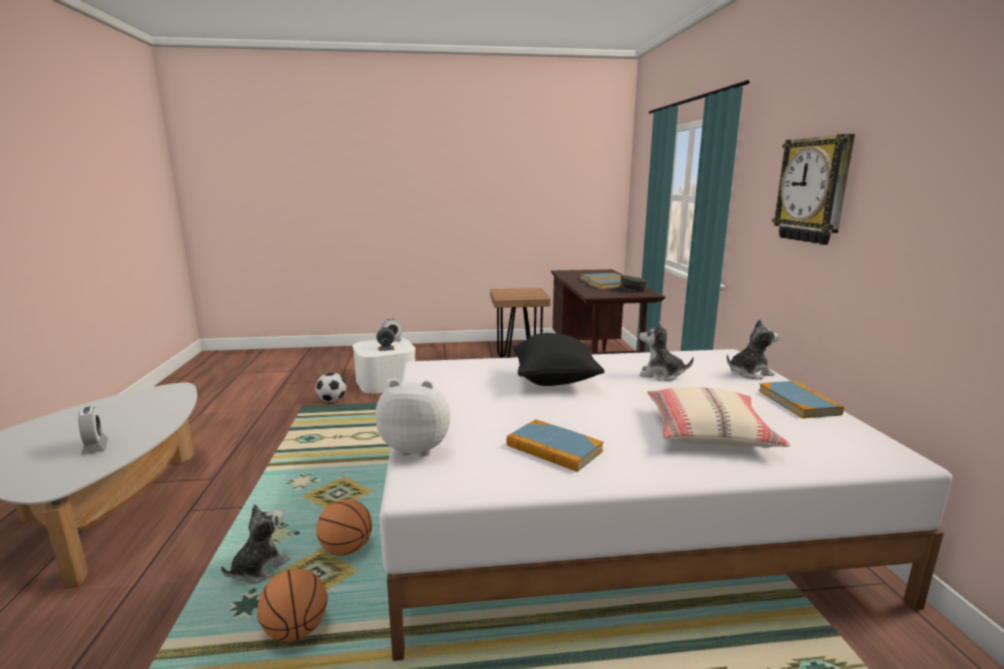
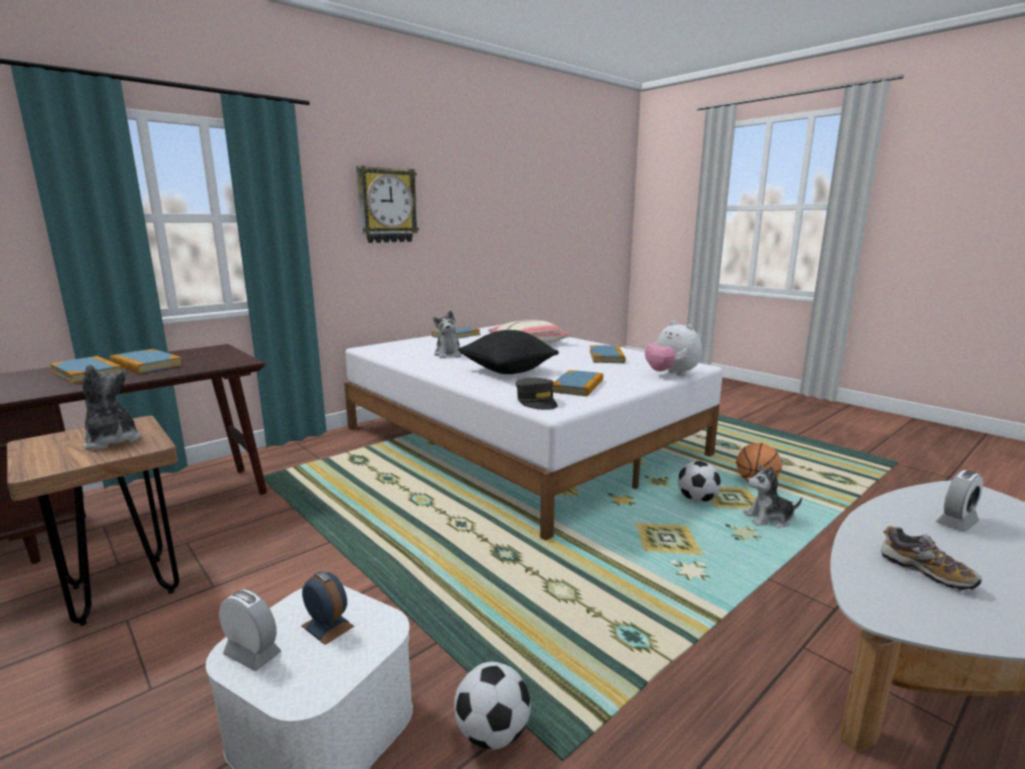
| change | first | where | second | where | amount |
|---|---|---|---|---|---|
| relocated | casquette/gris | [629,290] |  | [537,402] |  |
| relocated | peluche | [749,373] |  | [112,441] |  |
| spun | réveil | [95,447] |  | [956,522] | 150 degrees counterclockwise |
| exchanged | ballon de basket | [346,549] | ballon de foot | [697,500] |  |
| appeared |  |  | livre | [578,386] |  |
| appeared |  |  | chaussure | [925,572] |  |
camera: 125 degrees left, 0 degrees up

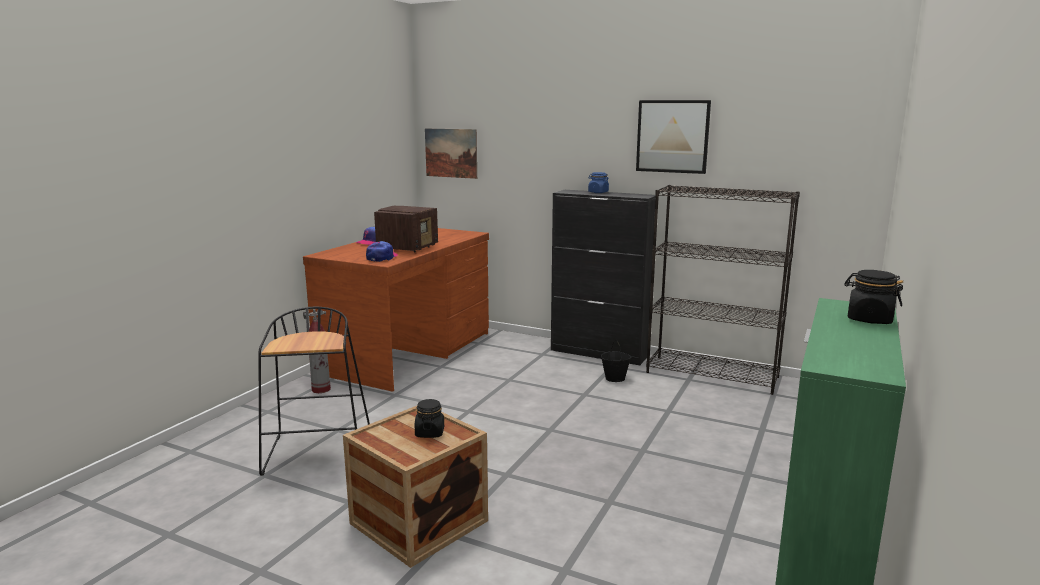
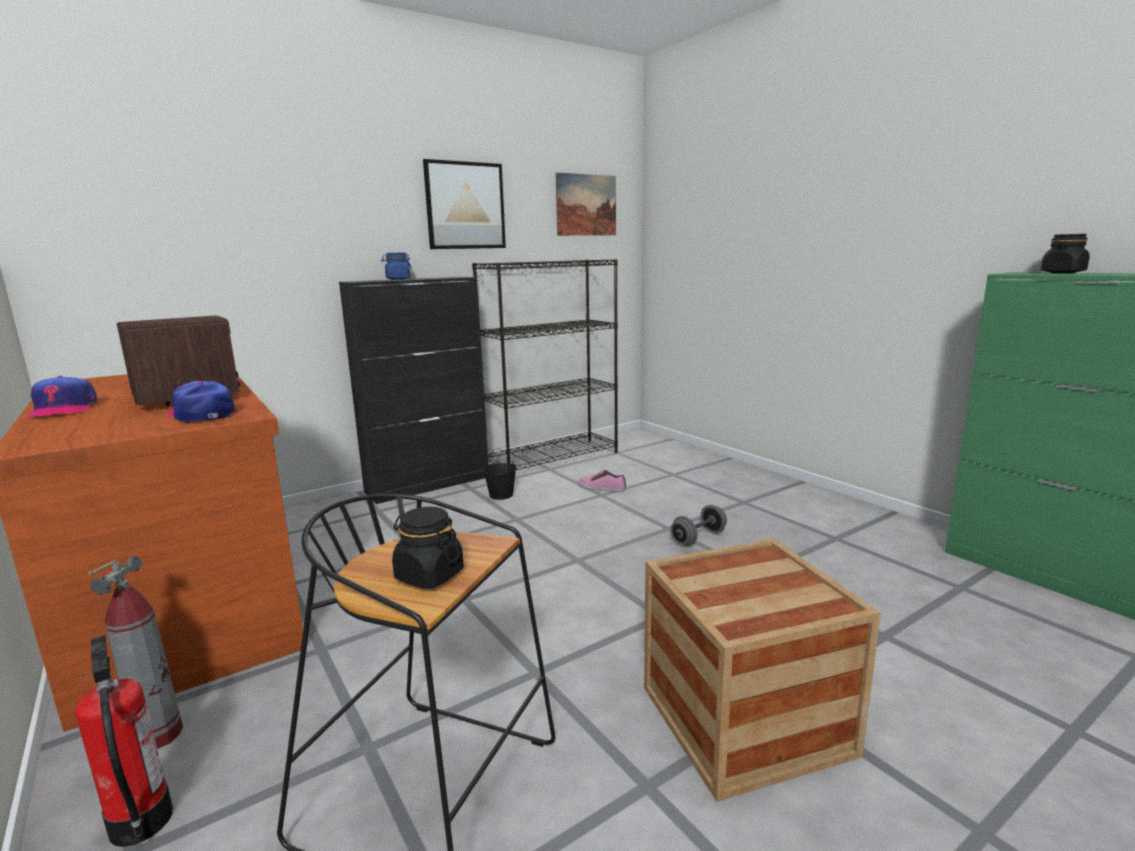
| change | first | where | second | where | amount |
|---|---|---|---|---|---|
| relocated | tableau | [451,153] |  | [586,205] |  |
| relocated | bocal/noir | [429,433] |  | [429,575] |  |
| appeared |  |  | chaussure | [601,487] |  |
| appeared |  |  | haltère/gris | [698,538] |  |
| appeared |  |  | extincteur | [140,822] |  |
camera: 60 degrees left, 0 degrees up

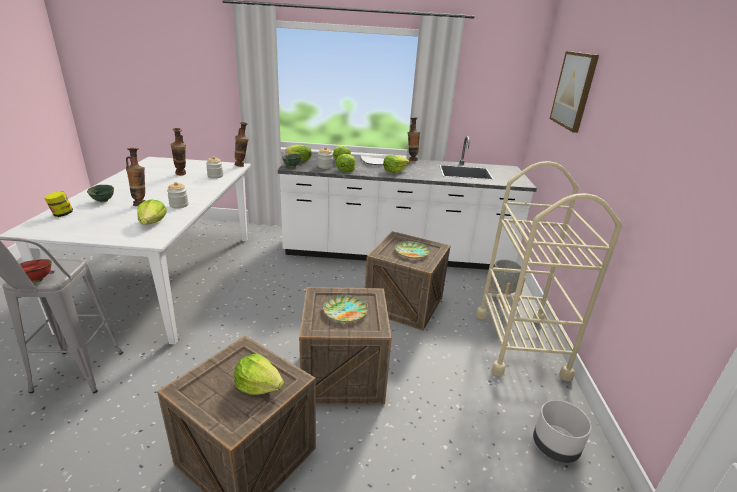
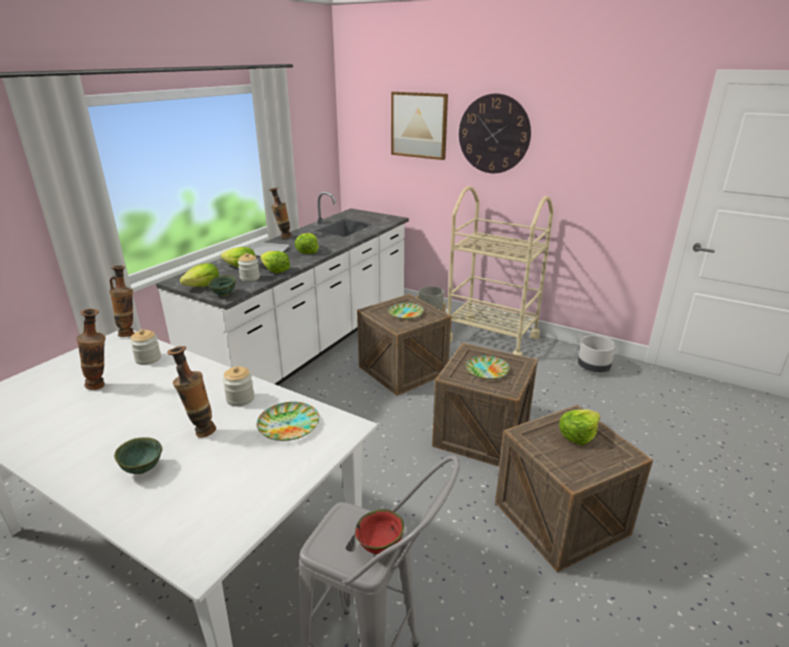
| change | first | where | second | where | amount |
|---|---|---|---|---|---|
| missing | bocal | [62,214] |  |  |  |
| exchanged | laitue | [152,223] | assiette | [288,424] |  |
| appeared |  |  | horloge murale | [494,134] |  |
camera: 60 degrees left, 0 degrees up

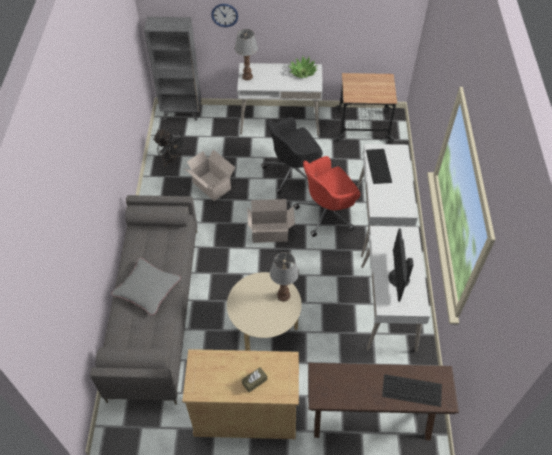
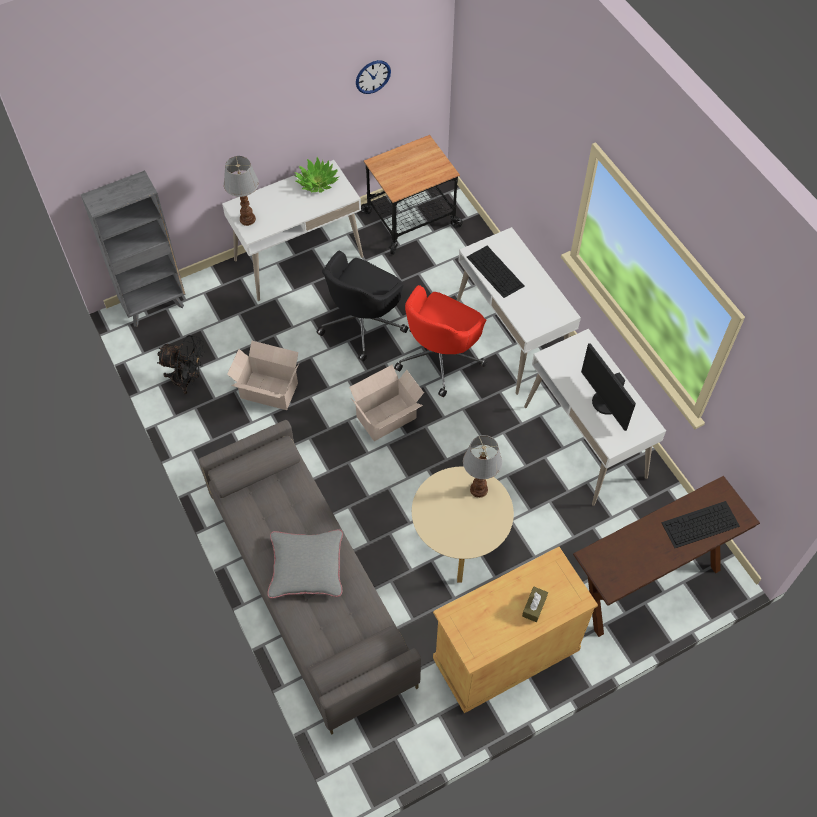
| change | first | where | second | where | amount |
|---|---|---|---|---|---|
| relocated | horloge murale | [224,15] |  | [373,76] |  |
camera: 30 degrees left, 5 degrees up

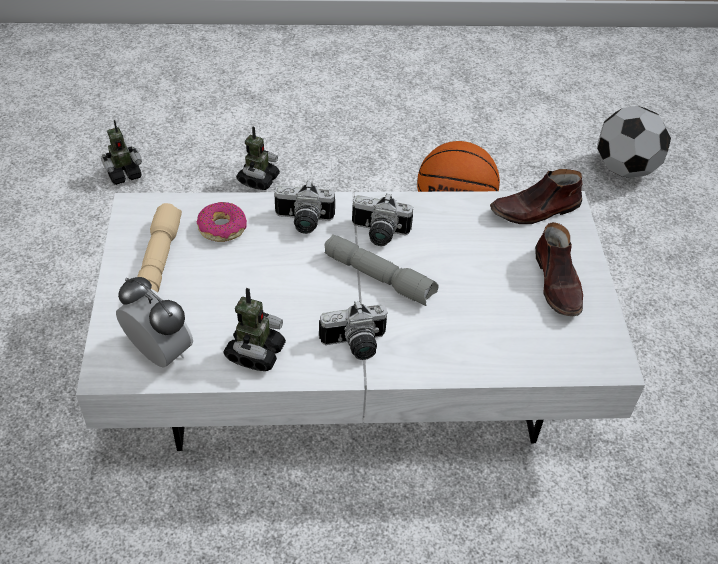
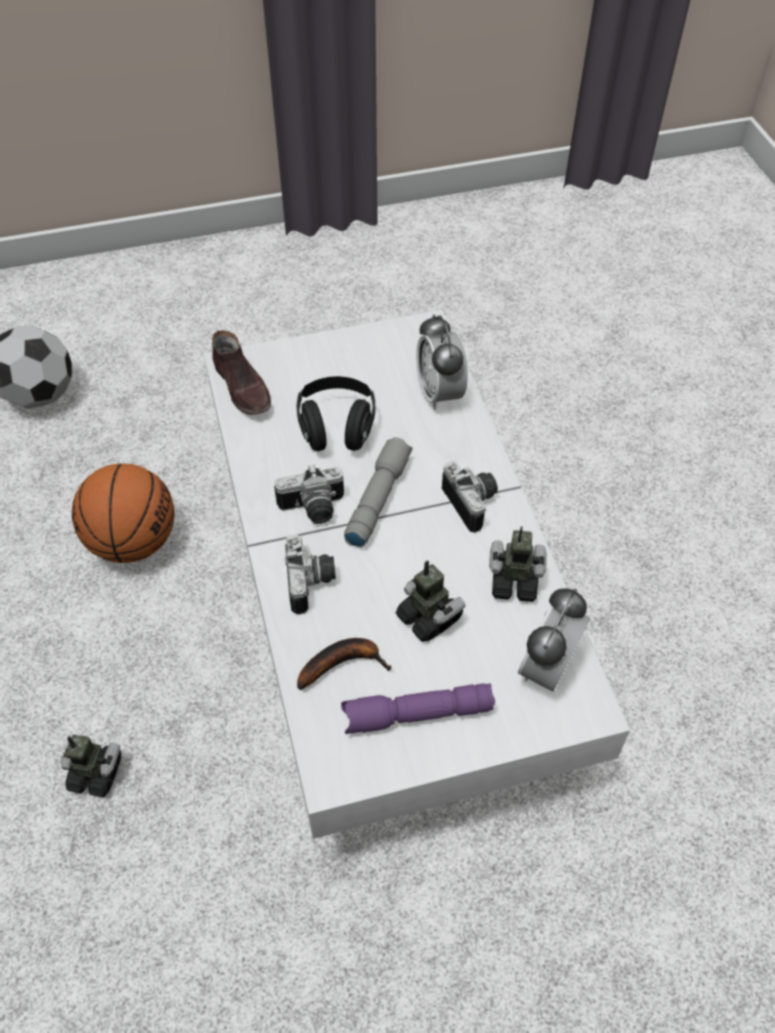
| change | first | where | second | where | amount |
|---|---|---|---|---|---|
| relocated | robot jouet | [123,174] |  | [429,617] |  |
| spun | appareil photo | [378,234] |  | [313,510] | 75 degrees clockwise |
| exchanged | beignet | [222,228] | banane | [343,663] |  |
| colour | lampe de poche/beige | [158,260] | lampe de poche/violet | [416,716] |  |
| missing | chaussure/marron | [557,283] |  |  |  |
| appeared |  |  | réveil | [439,393] |  |
| appeared |  |  | casque audio/noir | [337,428] |  |
camera: 100 degrees left, 5 degrees up

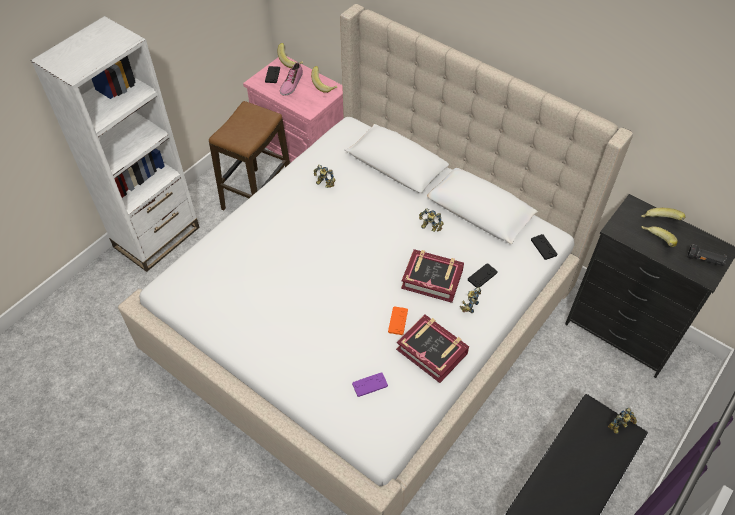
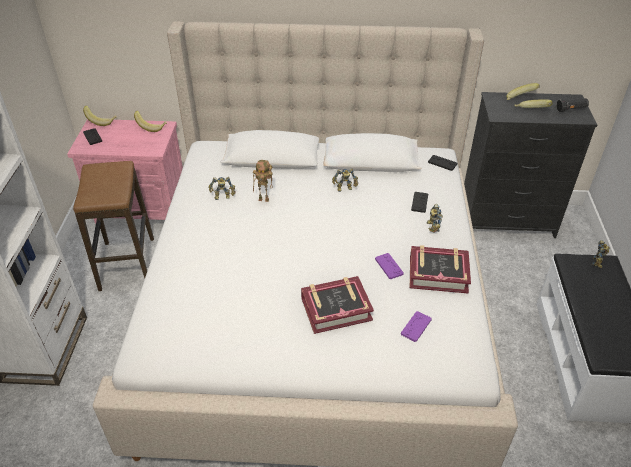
| change | first | where | second | where | amount |
|---|---|---|---|---|---|
| missing | chaussure | [291,83] |  |  |  |
| relocated | livre | [432,279] |  | [336,309] |  |
| colour | manette/orange | [398,321] | manette/violet | [389,266] |  |
| appeared |  |  | robot jouet | [264,199] |  |
camera: 35 degrees left, 10 degrees down

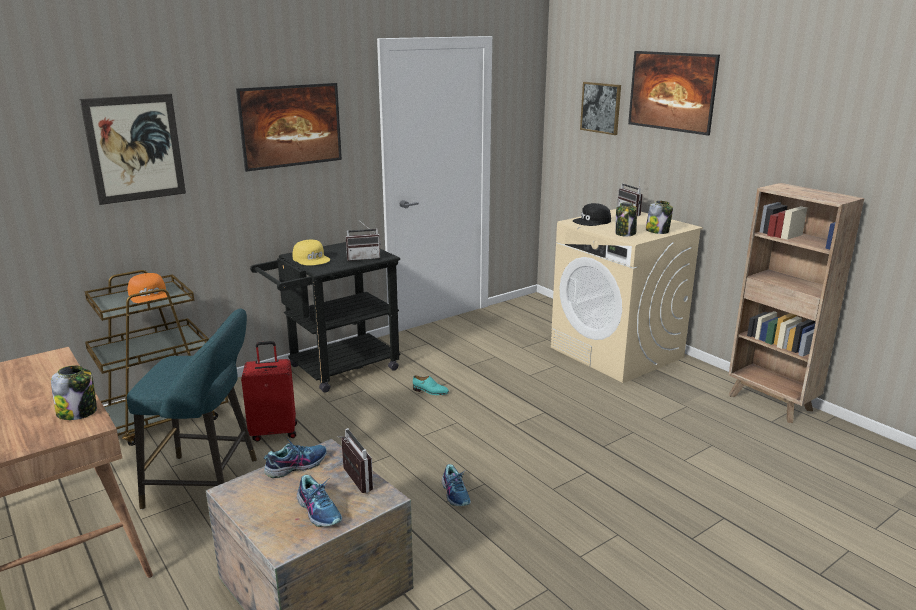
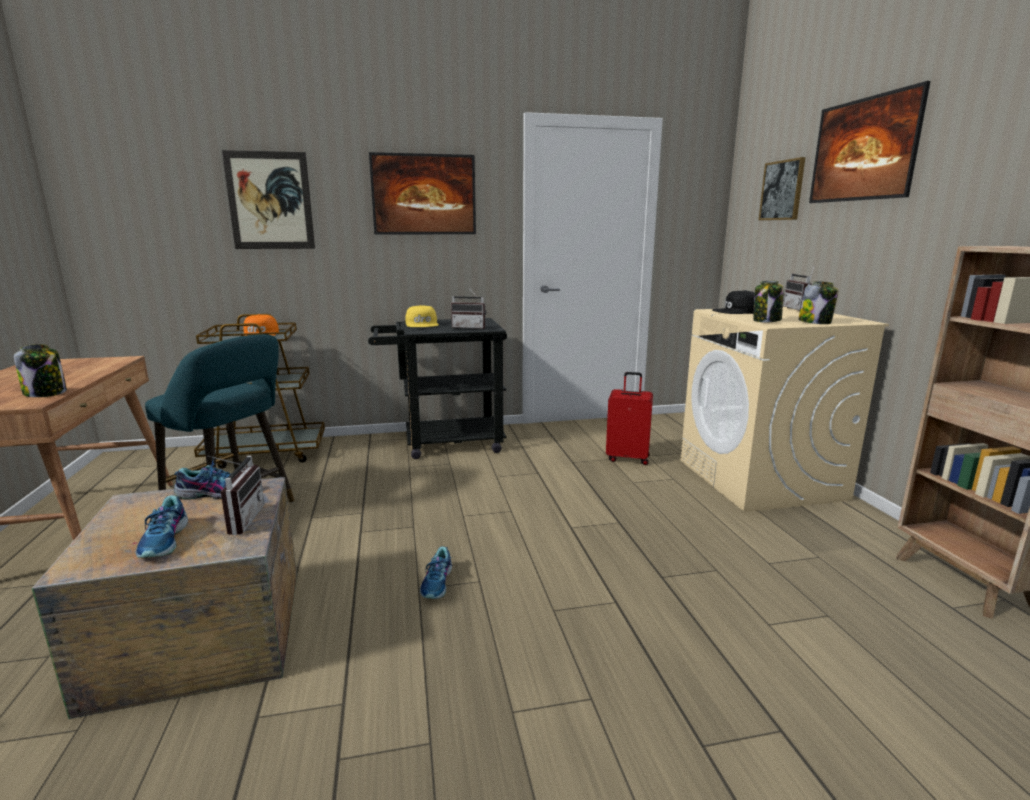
| change | first | where | second | where | amount |
|---|---|---|---|---|---|
| relocated | valise/rouge | [274,432] |  | [628,458] |  |
| missing | chaussure/turquoise | [430,391] |  |  |  |
camera: 25 degrees right, 5 degrees down

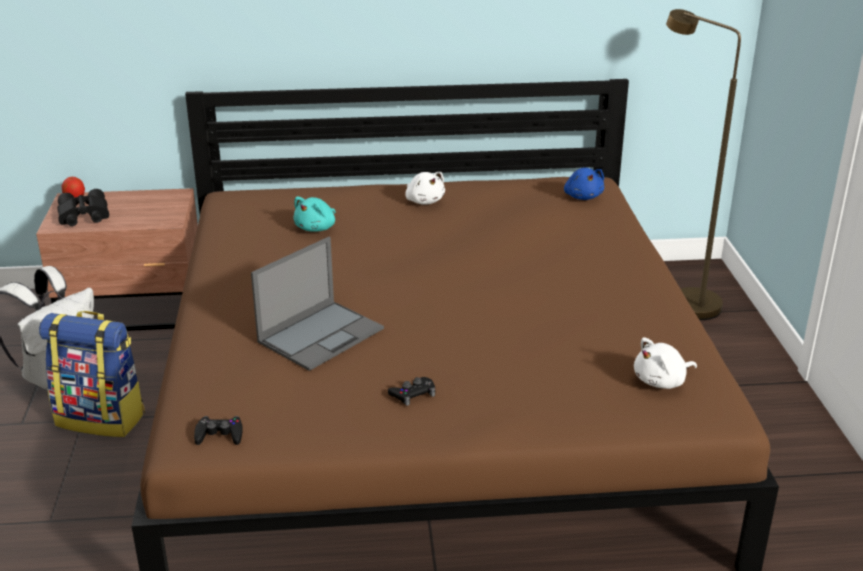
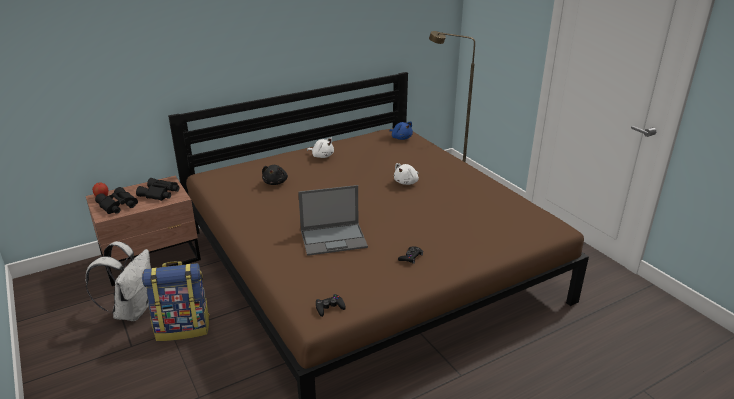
| change | first | where | second | where | amount |
|---|---|---|---|---|---|
| colour | peluche/turquoise | [316,228] | peluche/noir | [275,182] |  |
| spun | ordinateur portable | [321,334] |  | [334,239] | 60 degrees clockwise |
| relocated | peluche/blanc | [662,381] |  | [406,182] |  |
| appeared |  |  | jumelles/noir | [159,194] |  |
camera: 25 degrees left, 0 degrees up

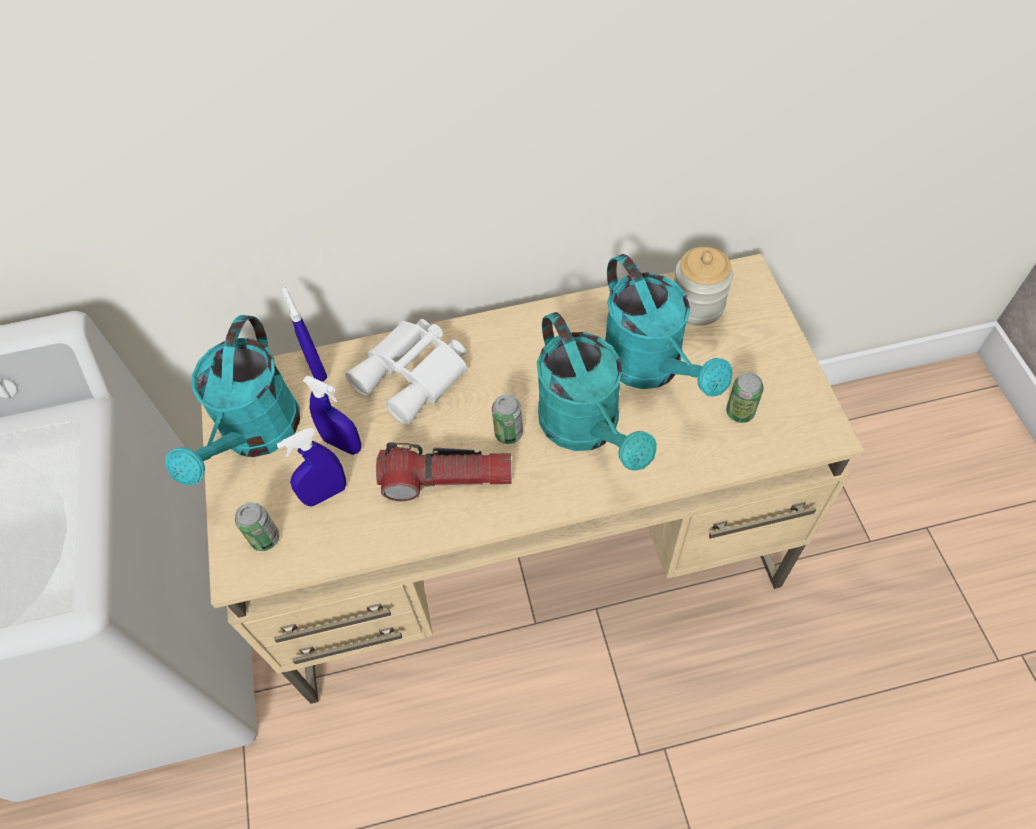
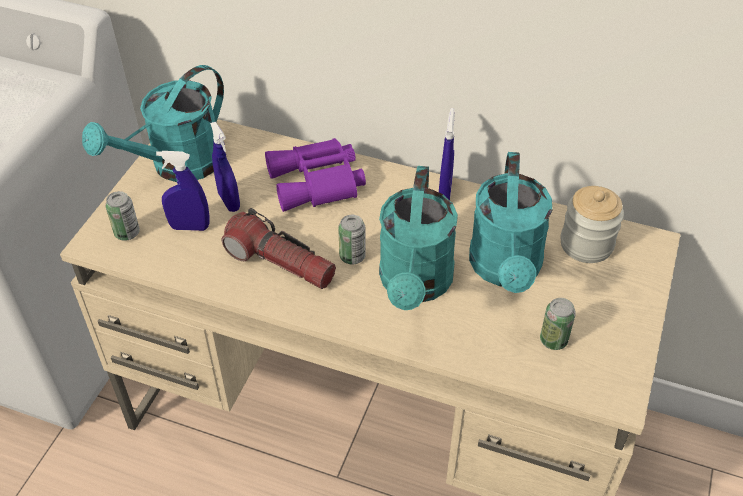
| change | first | where | second | where | amount |
|---|---|---|---|---|---|
| relocated | vaporisateur/bleu | [316,368] |  | [444,193] |  |
| colour | jumelles/blanc | [415,375] | jumelles/violet | [318,183] |  |
camera: 30 degrees right, 10 degrees down

